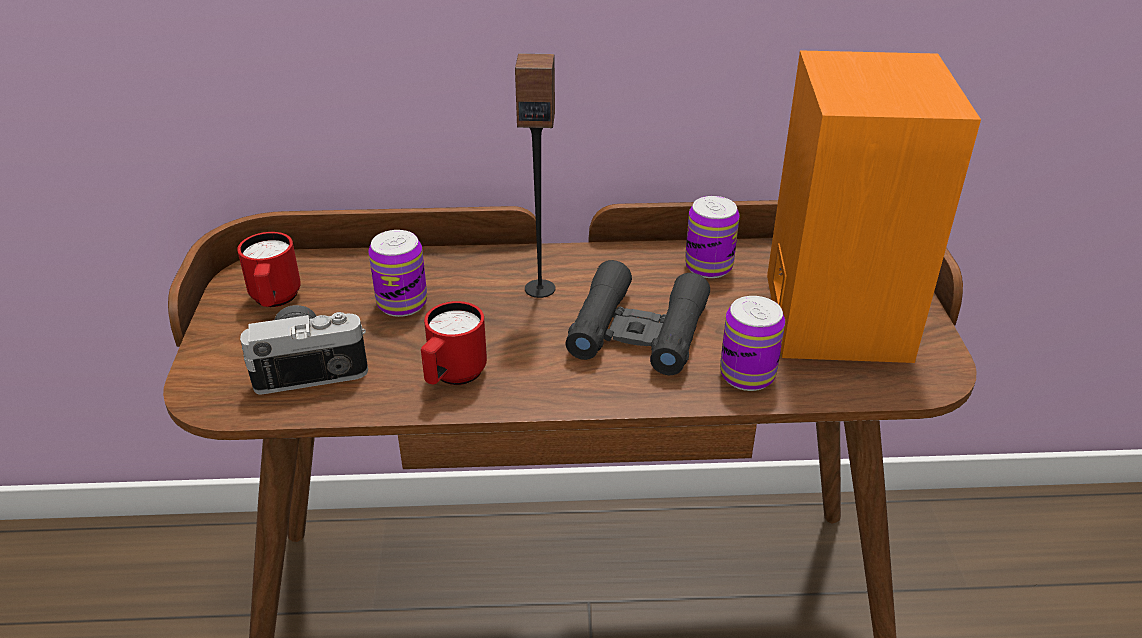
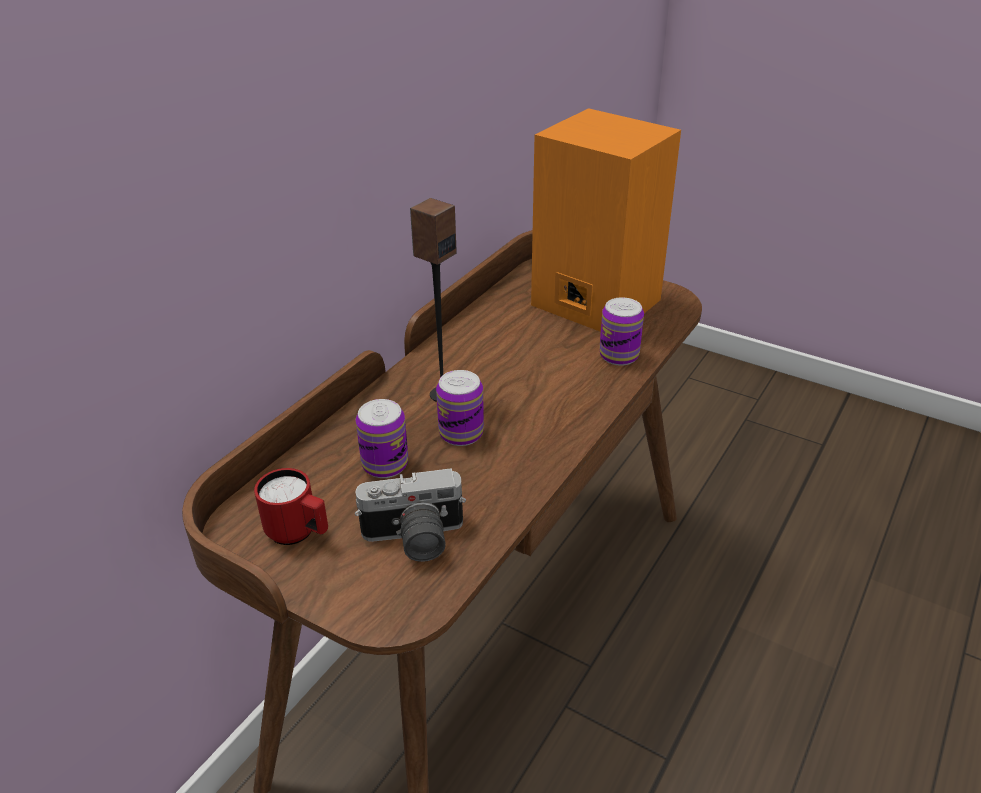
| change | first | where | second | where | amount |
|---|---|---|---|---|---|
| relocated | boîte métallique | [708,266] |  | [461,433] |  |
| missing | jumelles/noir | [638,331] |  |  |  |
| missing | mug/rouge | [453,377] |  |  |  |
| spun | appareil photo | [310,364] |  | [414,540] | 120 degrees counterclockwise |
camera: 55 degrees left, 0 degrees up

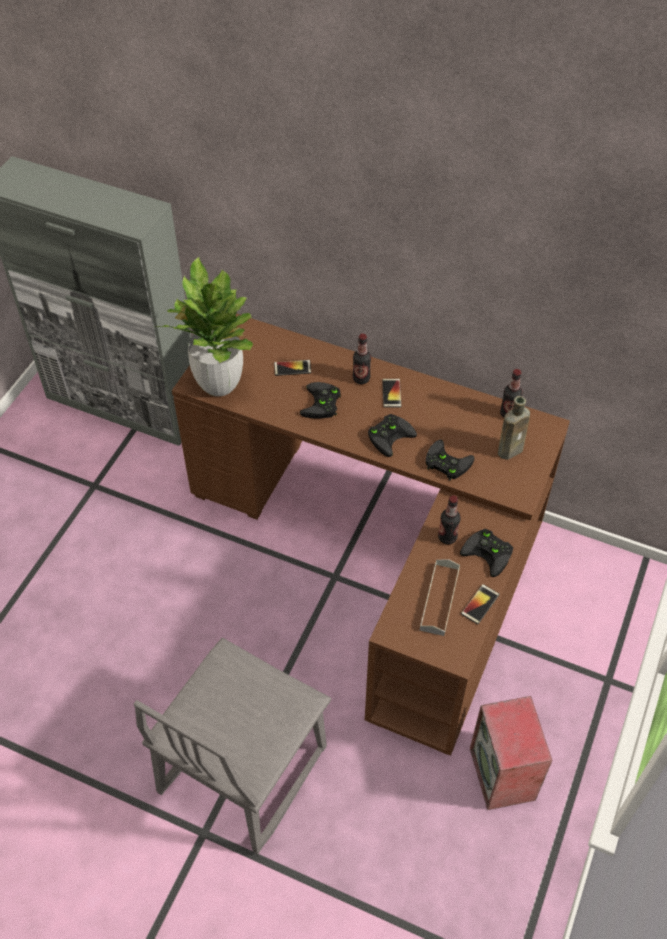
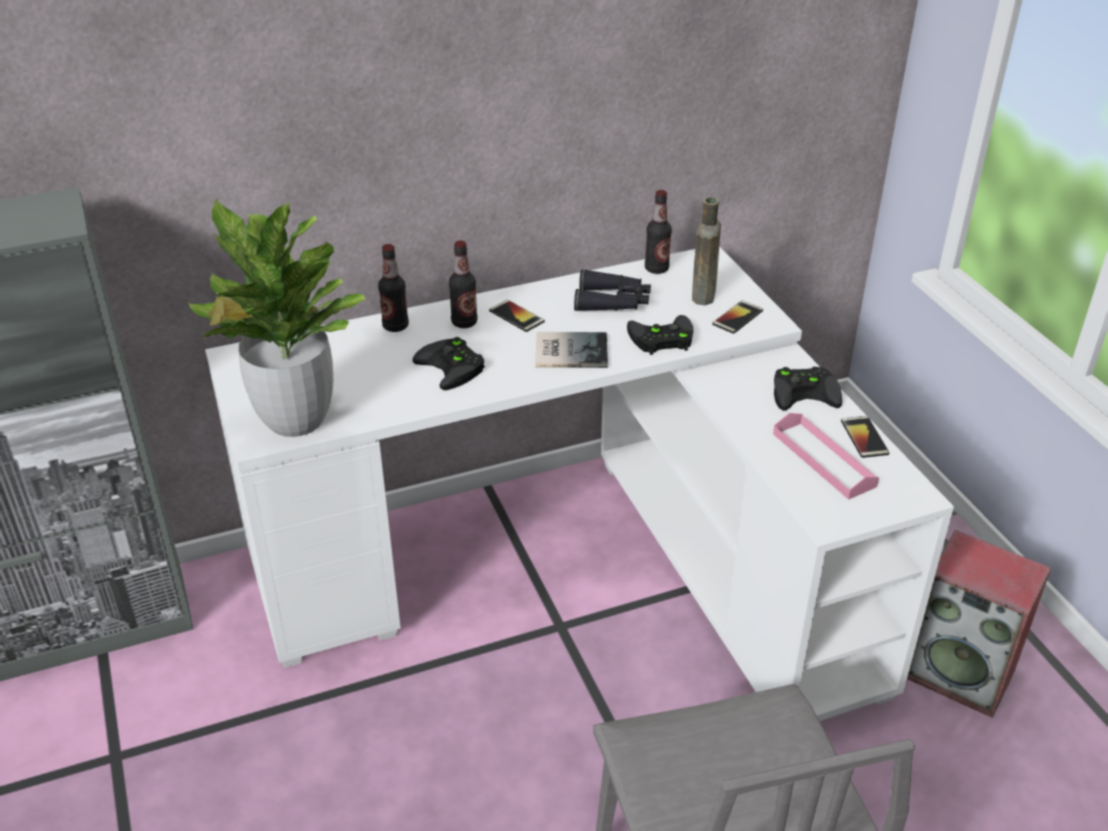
| change | first | where | second | where | amount |
|---|---|---|---|---|---|
| colour | bureau/marron | [383,551] | bureau/blanc | [580,565] |  |
| relocated | téléphone | [292,368] |  | [737,317] |  |
| exchanged | manette/noir | [390,435] | livre | [569,350] |  |
| relocated | bouteille | [447,537] |  | [395,326] |  |
| colour | plateau/gris | [439,599] | plateau/rose | [823,459] |  |
| appeared |  |  | jumelles/noir | [613,302] |  |
camera: 45 degrees left, 15 degrees down

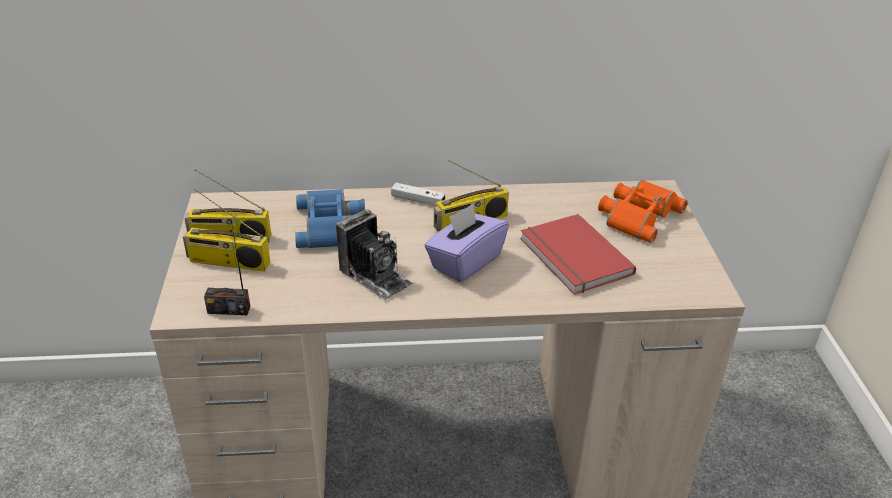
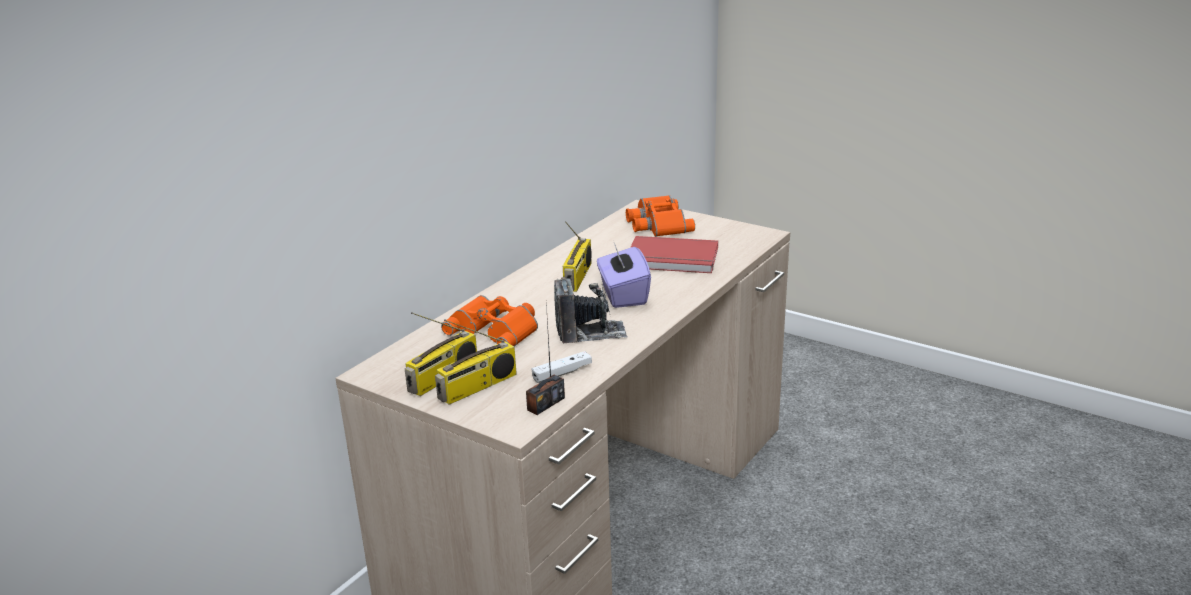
| change | first | where | second | where | amount |
|---|---|---|---|---|---|
| relocated | manette/blanc | [418,200] |  | [562,373] |  |
| colour | jumelles/bleu | [332,225] | jumelles/orange | [496,329] |  |
camera: 50 degrees left, 10 degrees down

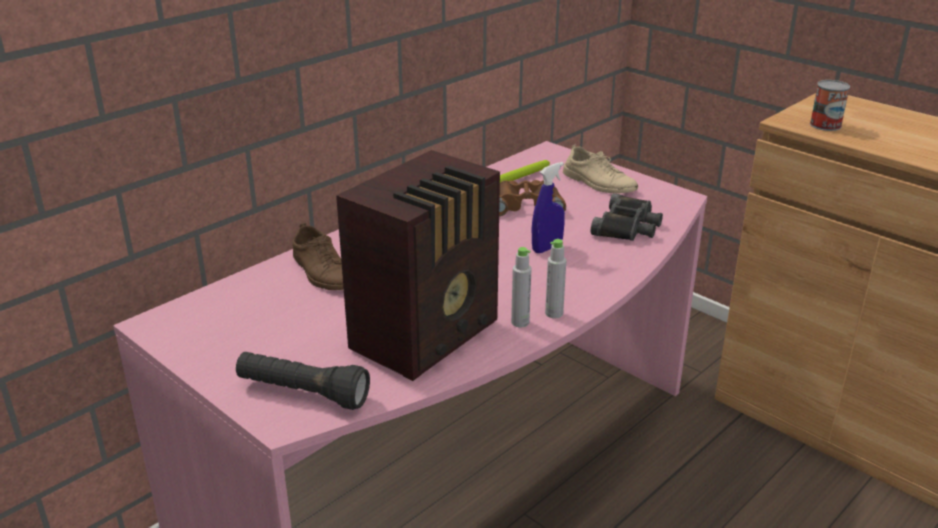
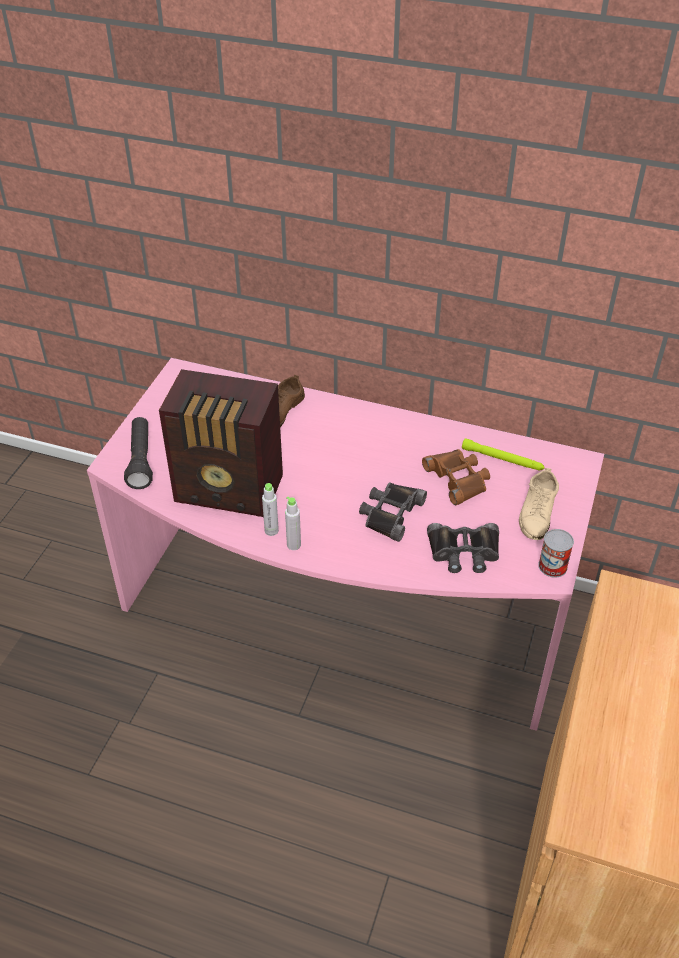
| change | first | where | second | where | amount |
|---|---|---|---|---|---|
| relocated | boîte métallique | [825,125] |  | [552,566] |  |
| exchanged | vaporisateur/bleu | [547,248] | jumelles/noir | [390,513] |  |
camera: 65 degrees right, 15 degrees up

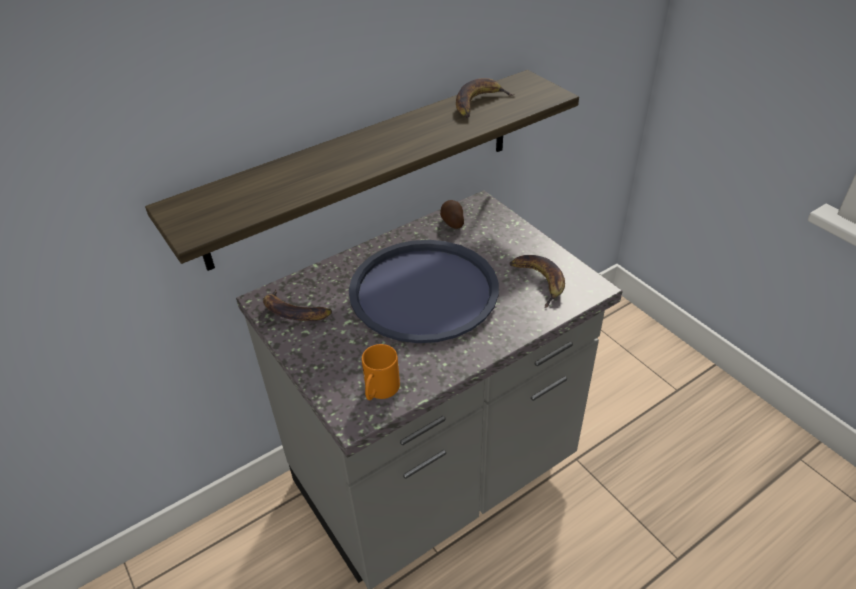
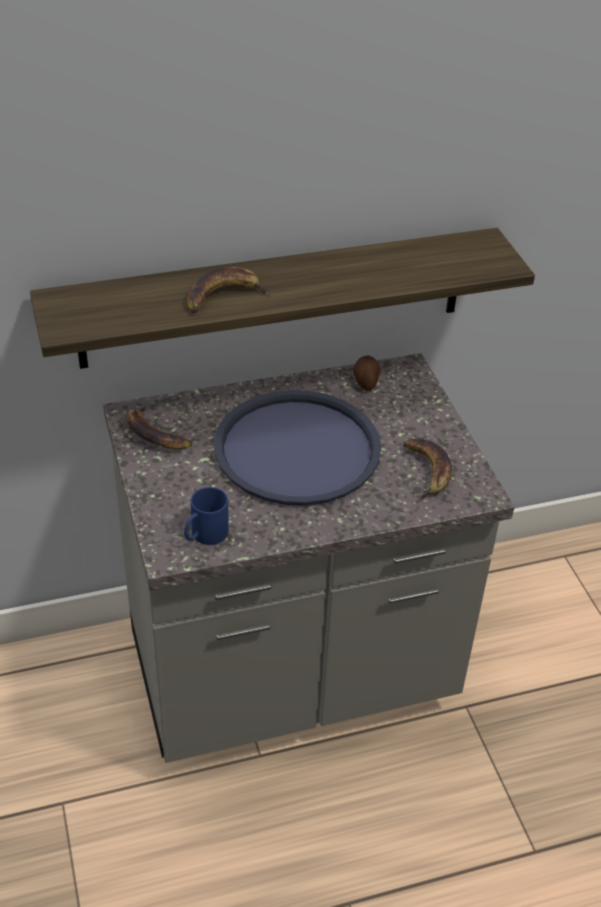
| change | first | where | second | where | amount |
|---|---|---|---|---|---|
| relocated | banane | [479,103] |  | [224,296] |  |
| colour | mug/orange | [379,391] | mug/bleu | [205,536] |  |
camera: 15 degrees right, 0 degrees up

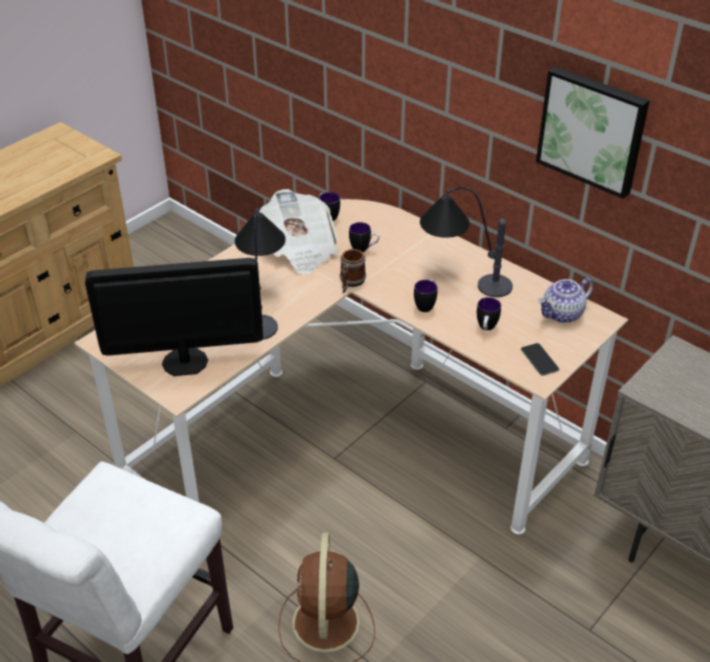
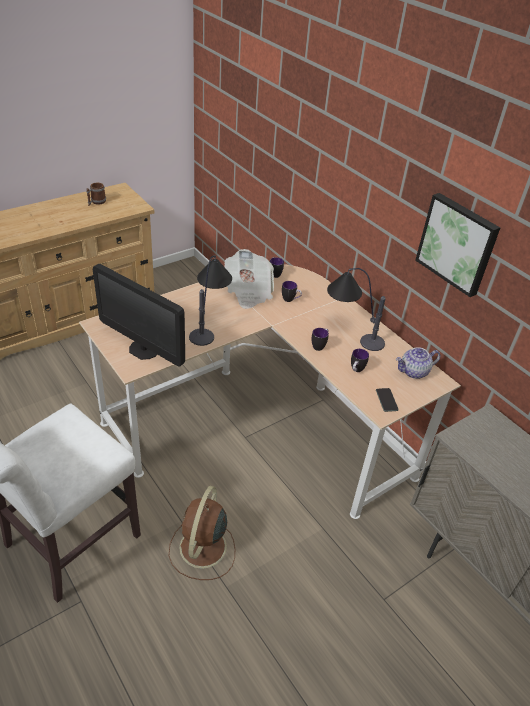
| change | first | where | second | where | amount |
|---|---|---|---|---|---|
| relocated | mug | [350,283] |  | [96,202] |  |
| spun | écran d'ordinateur | [185,362] |  | [144,349] | 150 degrees counterclockwise |
camera: 10 degrees right, 0 degrees up

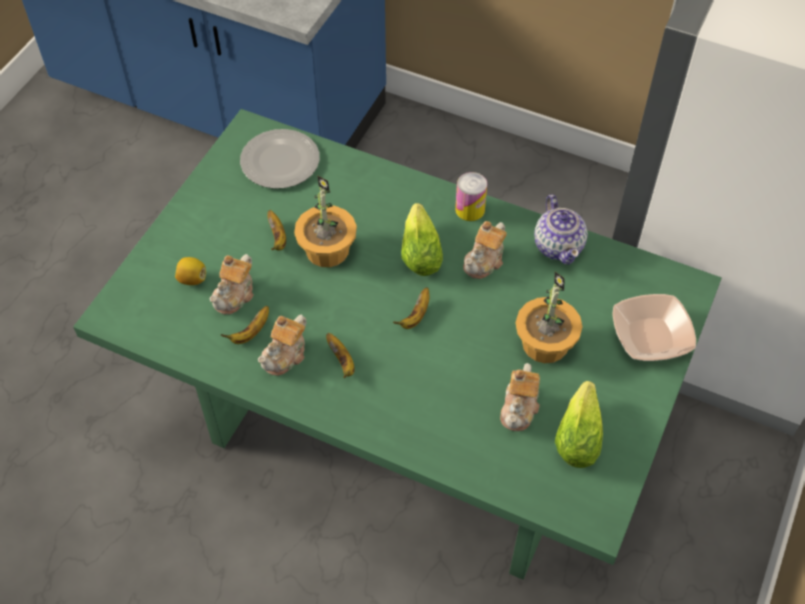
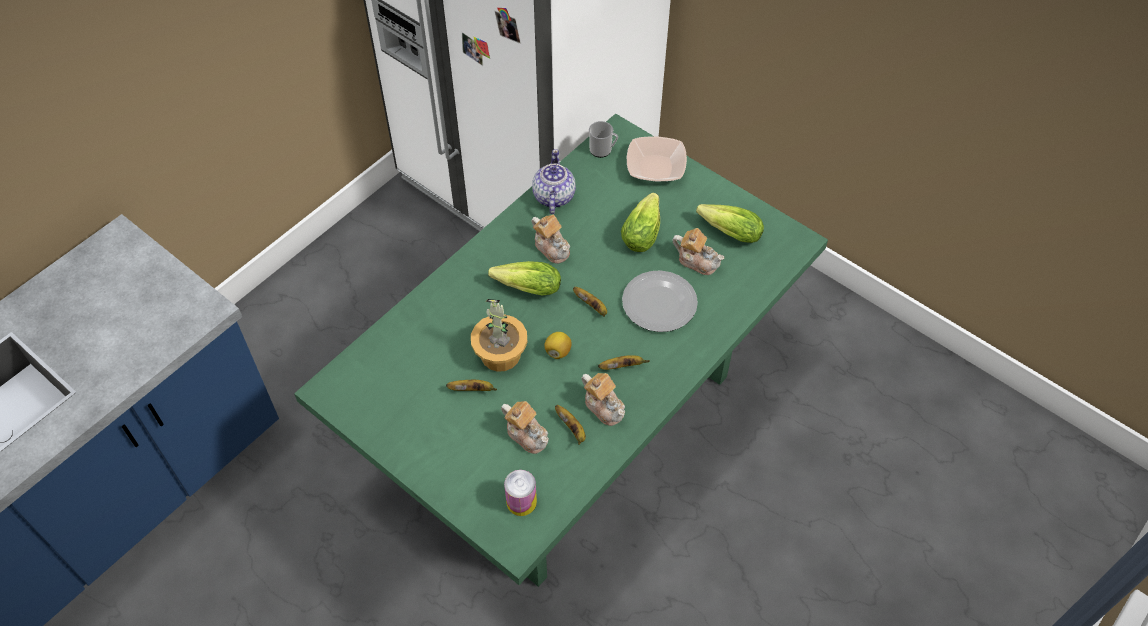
| change | first | where | second | where | amount |
|---|---|---|---|---|---|
| relocated | assiette | [279,162] |  | [660,304] |  |
| relocated | boîte métallique | [470,209] |  | [521,502] |  |
| spun | théière | [558,246] |  | [553,197] | 90 degrees counterclockwise |
| relocated | citron | [192,279] |  | [558,351] |  |
| exchanged | plante en pot | [544,343] | laitue | [643,231] |  |
| appeared |  |  | mug | [603,150] |  |
camera: 75 degrees left, 0 degrees up

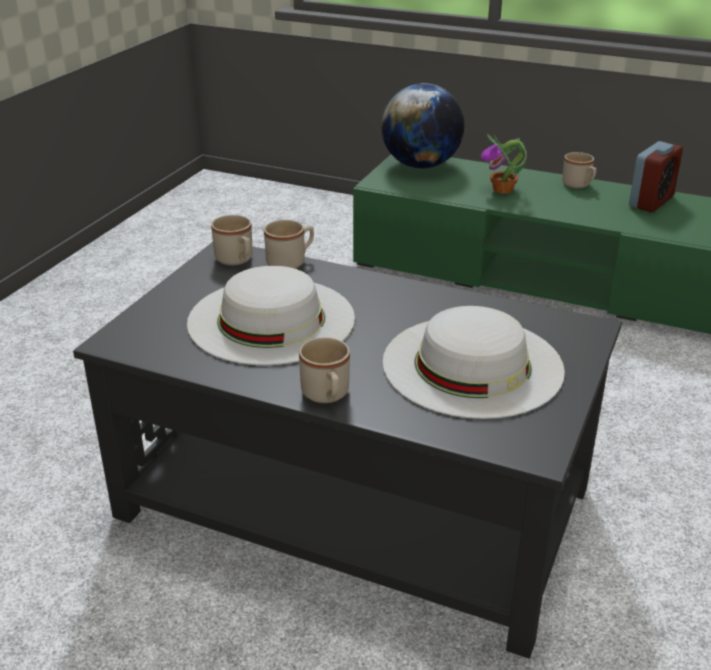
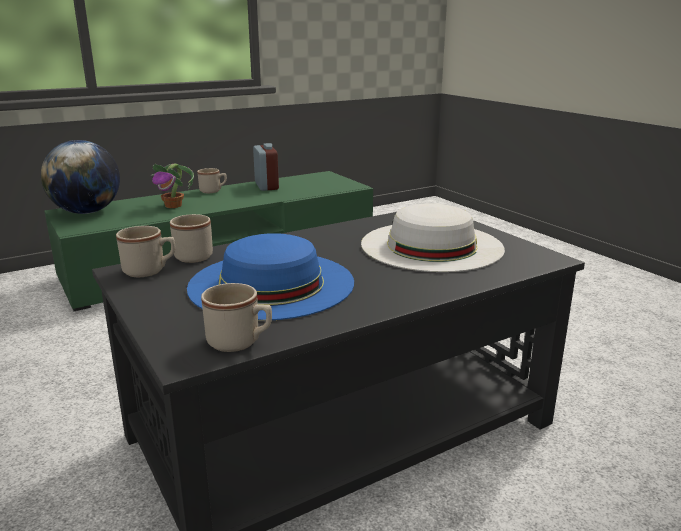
| change | first | where | second | where | amount |
|---|---|---|---|---|---|
| colour | chapeau/blanc | [271,319] | chapeau/bleu | [271,283] |  |
| relocated | mug/beige | [327,396] |  | [240,342] |  |
camera: 55 degrees left, 10 degrees down

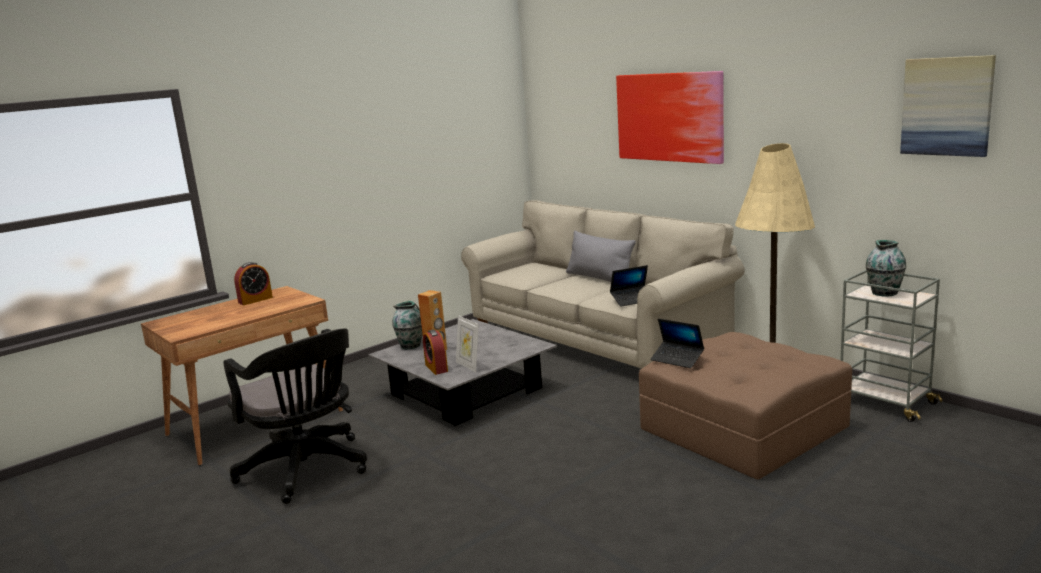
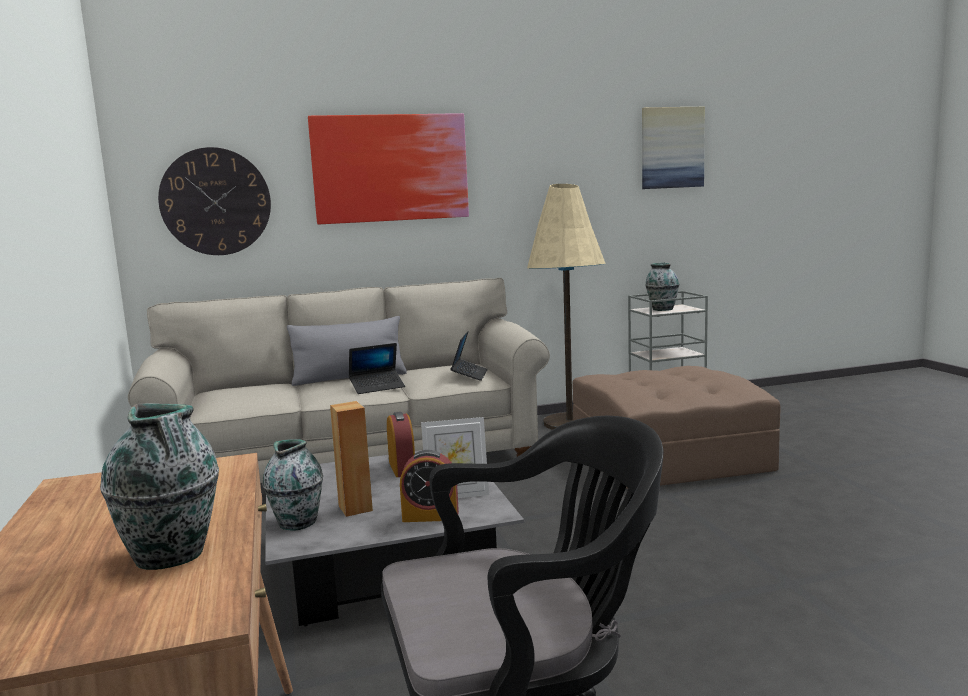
| change | first | where | second | where | amount |
|---|---|---|---|---|---|
| relocated | réveil | [255,300] |  | [402,468] |  |
| relocated | ordinateur portable | [677,359] |  | [377,387] |  |
| appeared |  |  | horloge murale | [215,202] |  |
| appeared |  |  | vase | [171,556] |  |
camera: 65 degrees left, 5 degrees down

